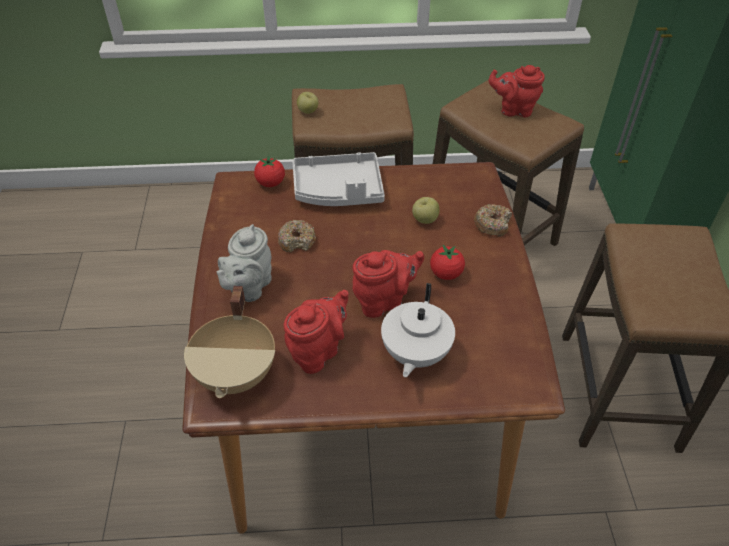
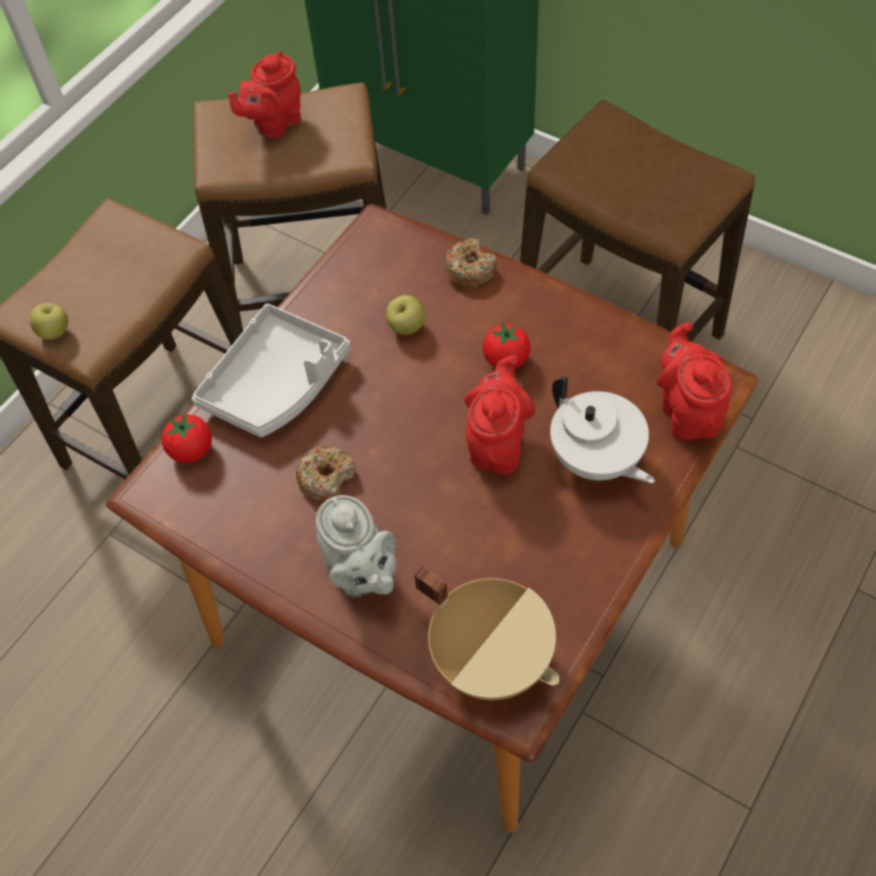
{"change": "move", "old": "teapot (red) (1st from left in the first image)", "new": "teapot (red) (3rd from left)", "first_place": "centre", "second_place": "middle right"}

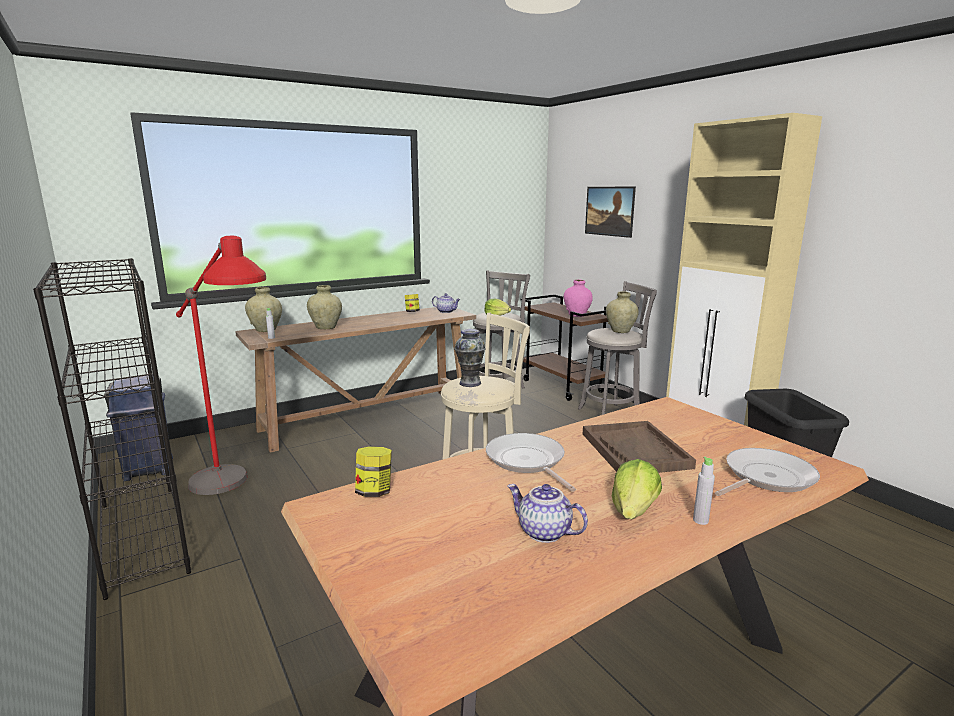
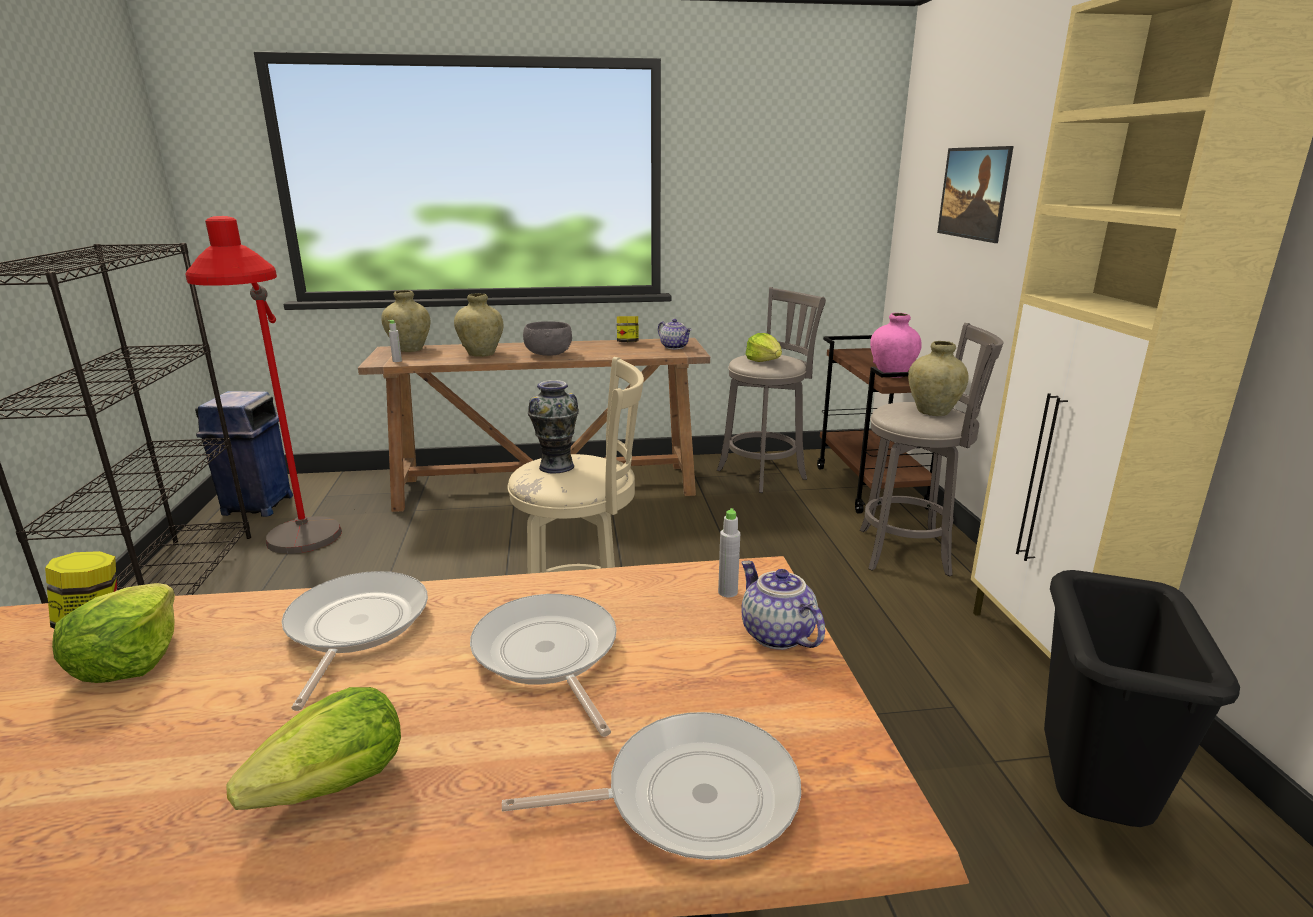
{"change": "move", "old": "teapot (2nd from left)", "first_place": "bottom centre", "second_place": "centre"}
{"change": "replace", "old": "tray (brown)", "new": "frying pan (2nd from left)", "first_place": "middle right", "second_place": "bottom centre"}
{"change": "move", "old": "bottle (grey) (2nd from left)", "first_place": "bottom right", "second_place": "centre"}
{"change": "insert", "new": "lettuce (1st from left)", "second_place": "bottom left"}
{"change": "insert", "new": "bowl (grey)", "second_place": "centre"}

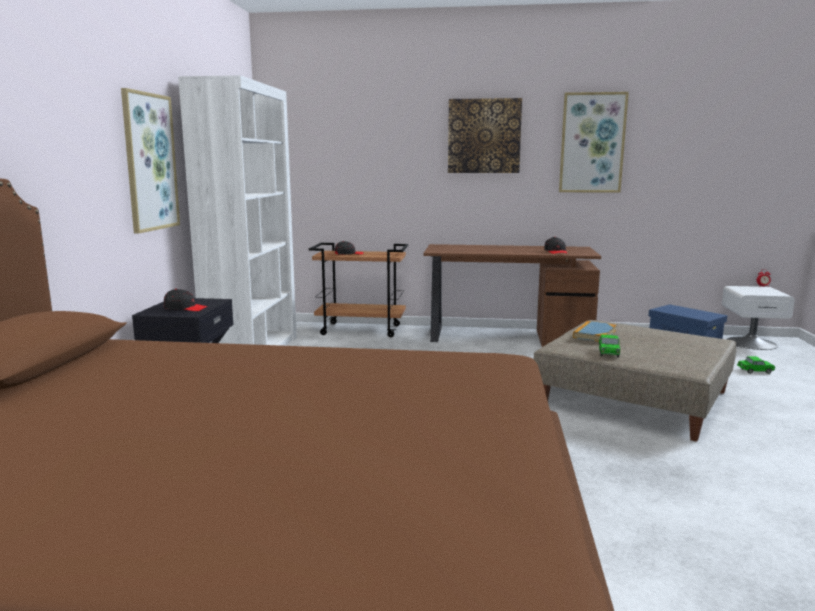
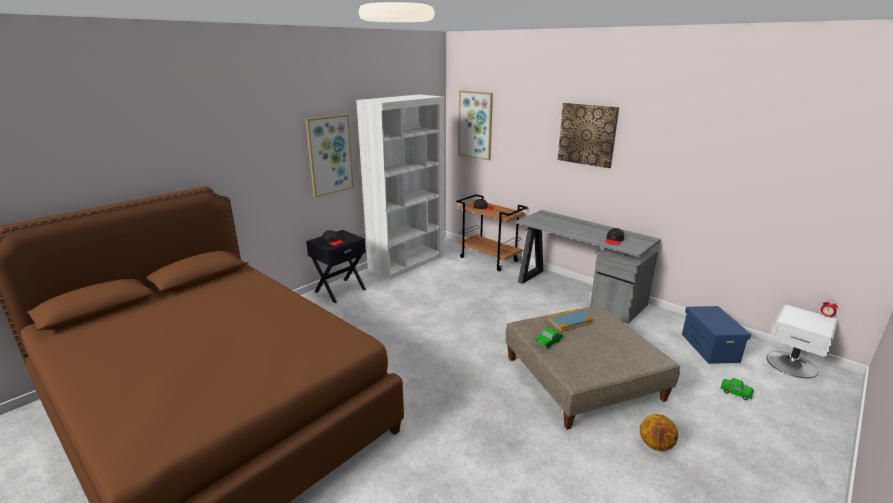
{"change": "recolor", "old": "desk (brown)", "new": "desk (grey)", "first_place": "centre", "second_place": "centre"}
{"change": "move", "old": "picture (3rd from left in the first image)", "new": "picture (2nd from left)", "first_place": "top right", "second_place": "top centre"}
{"change": "insert", "new": "basketball", "second_place": "bottom right"}

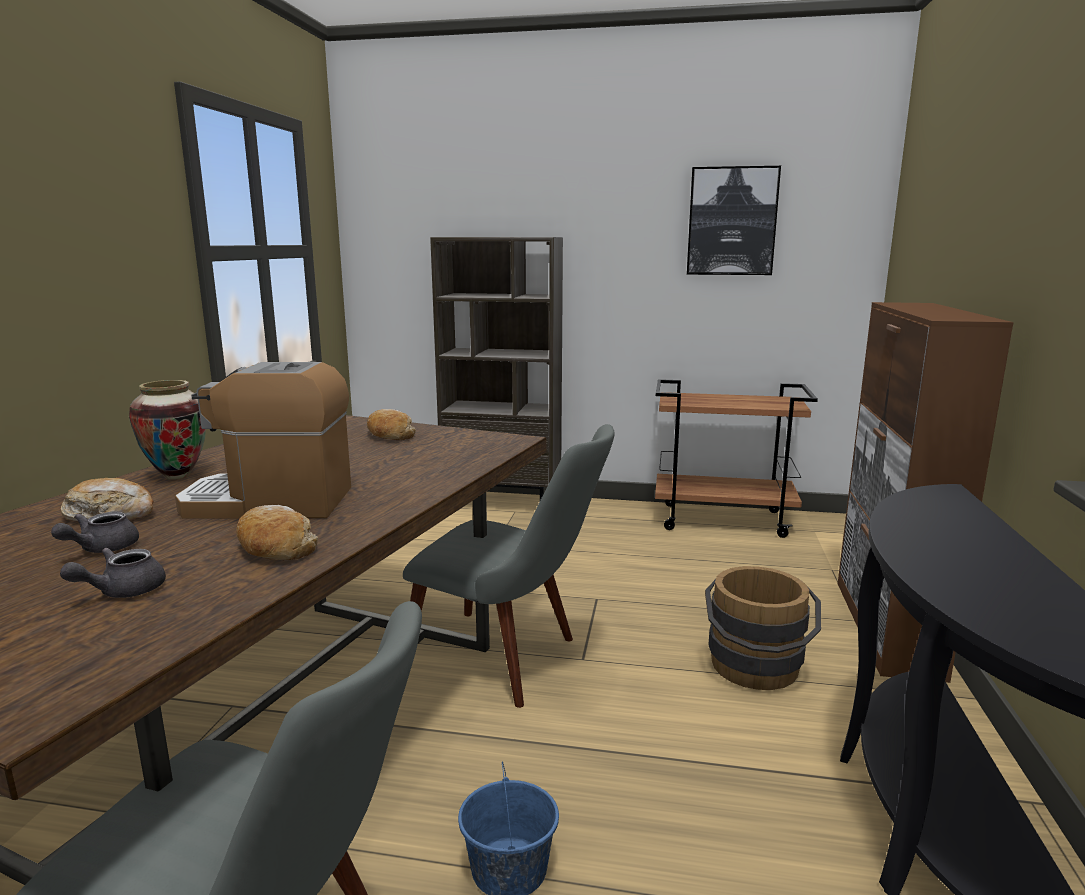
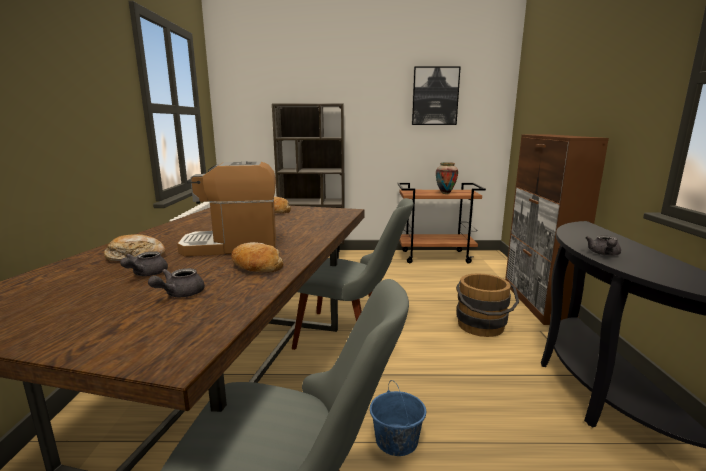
{"change": "move", "old": "vase", "first_place": "middle left", "second_place": "centre"}
{"change": "insert", "new": "teapot (grey) (3rd from left)", "second_place": "middle right"}

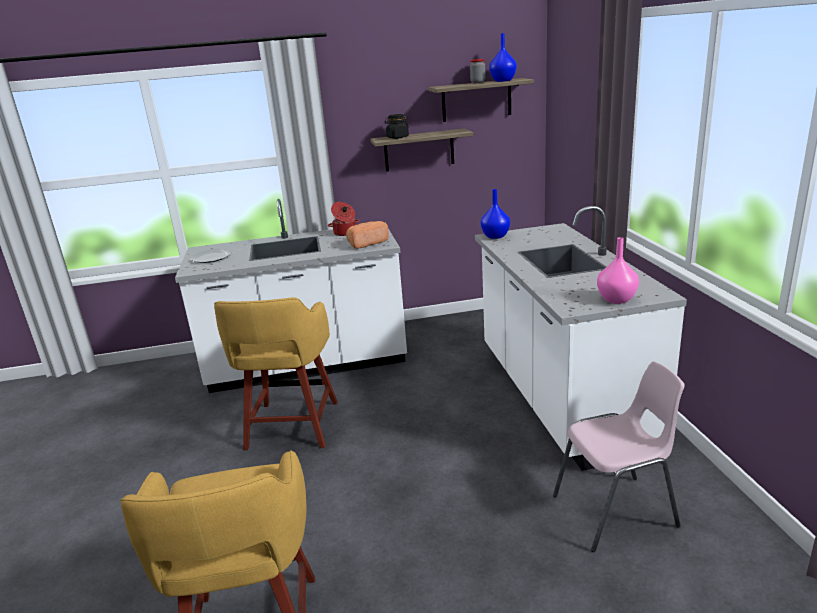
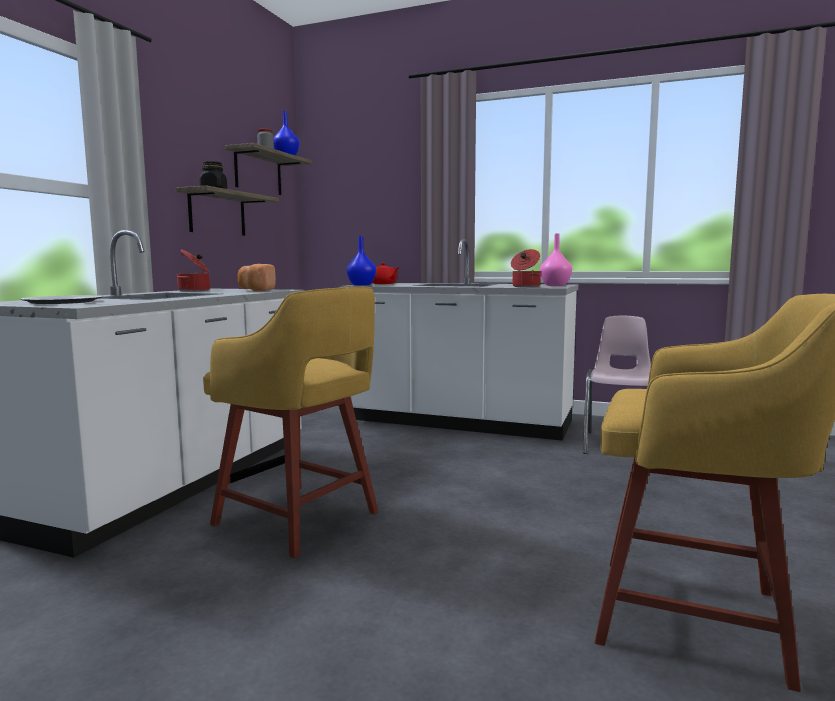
{"change": "insert", "new": "teapot (red)", "second_place": "centre"}
{"change": "insert", "new": "cooking pot (2nd from left)", "second_place": "centre"}

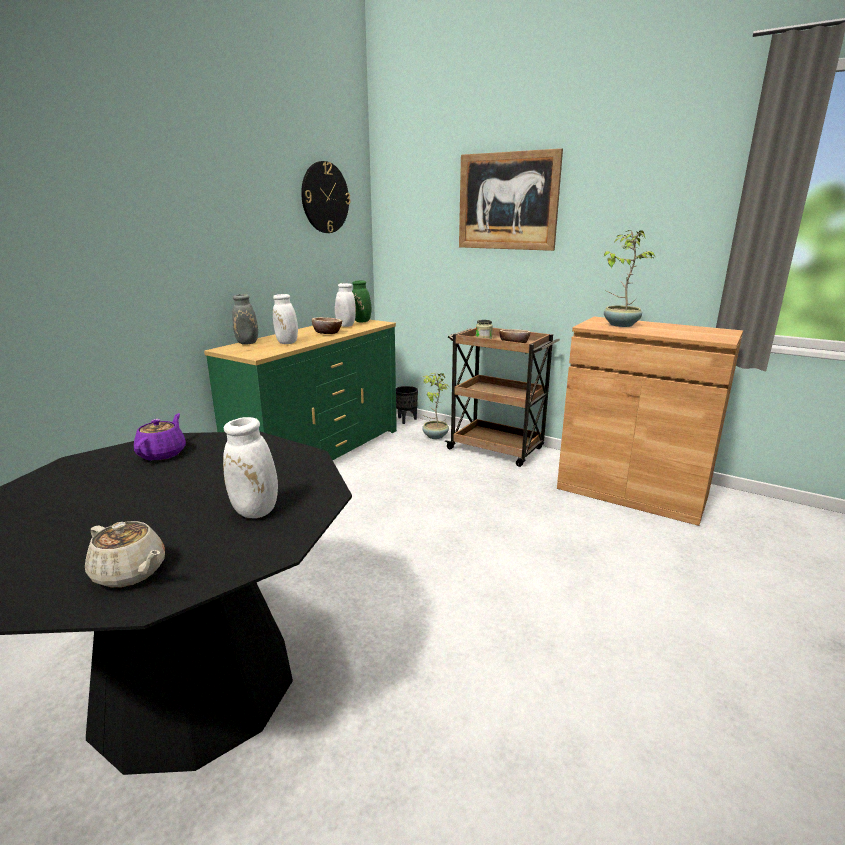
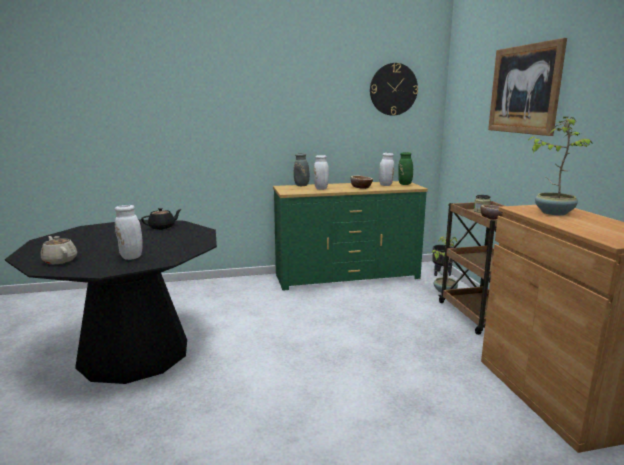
{"change": "rotate", "old": "teapot (beige)", "first_place": "middle left", "second_place": "middle left", "degrees": 150}
{"change": "recolor", "old": "teapot (purple)", "new": "teapot (black)", "first_place": "middle left", "second_place": "middle left"}

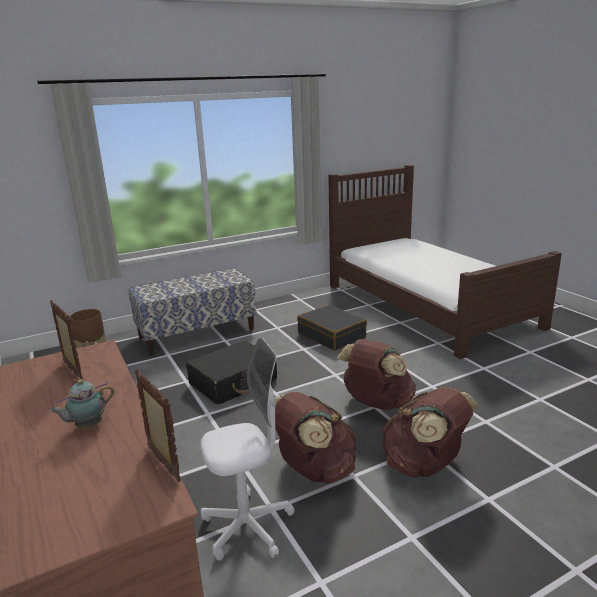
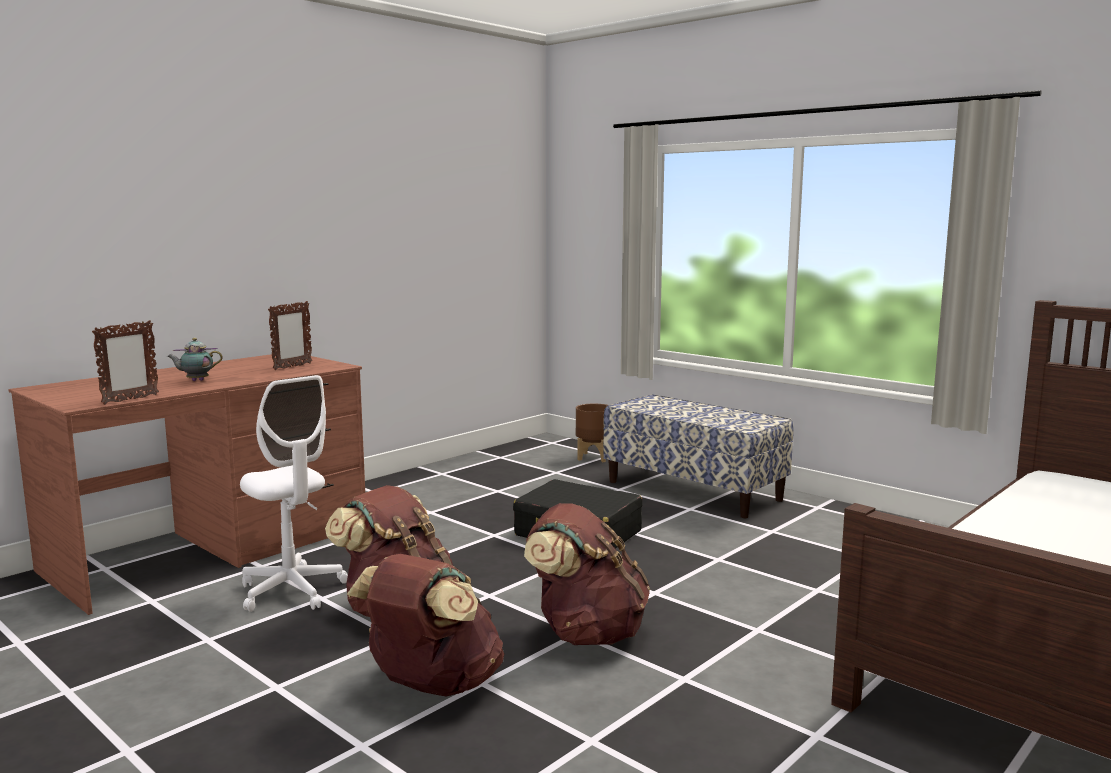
{"change": "rotate", "old": "teapot", "first_place": "bottom left", "second_place": "middle left", "degrees": -45}
{"change": "delete", "old": "suitcase (black) (2nd from left)", "first_place": "centre"}

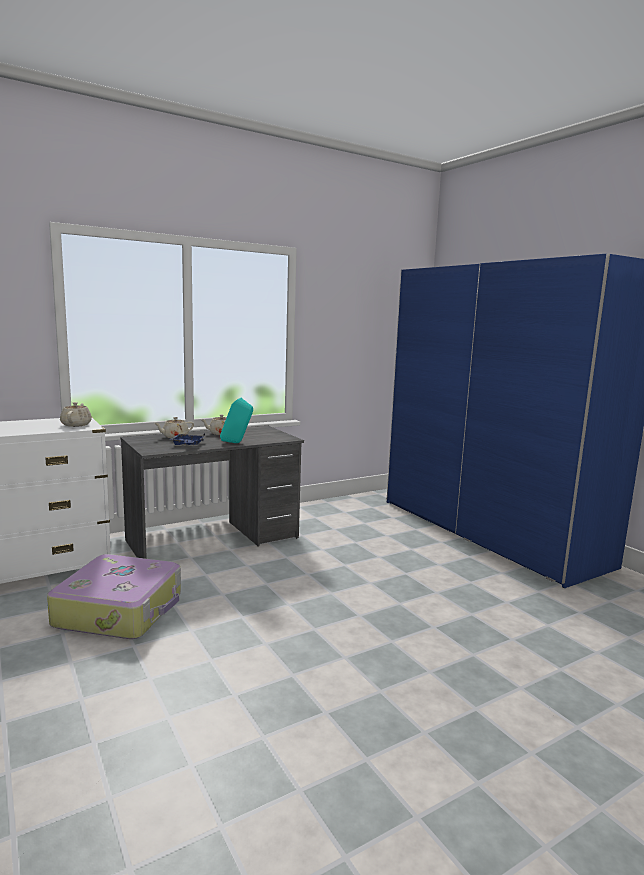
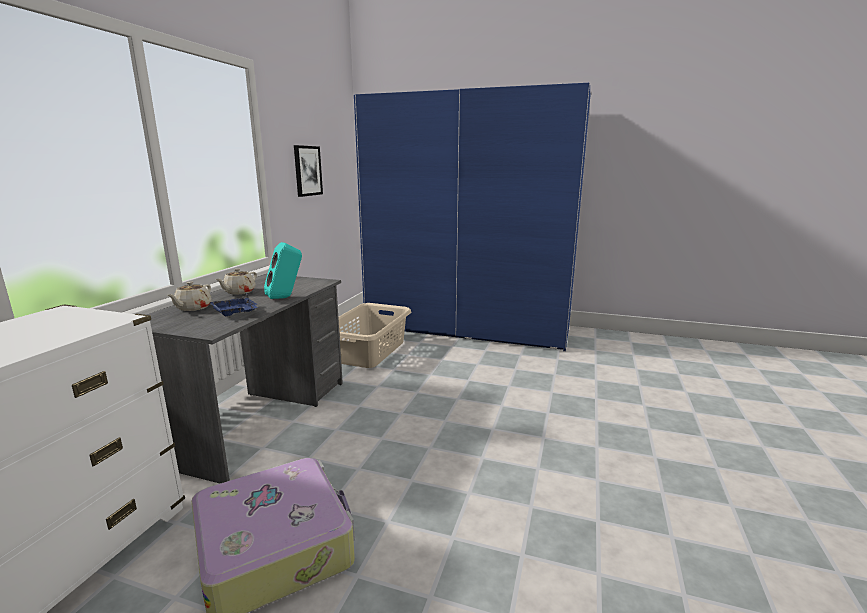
{"change": "delete", "old": "teapot (beige) (1st from left)", "first_place": "middle left"}
{"change": "insert", "new": "picture", "second_place": "top centre"}
{"change": "insert", "new": "laundry basket (beige)", "second_place": "centre"}

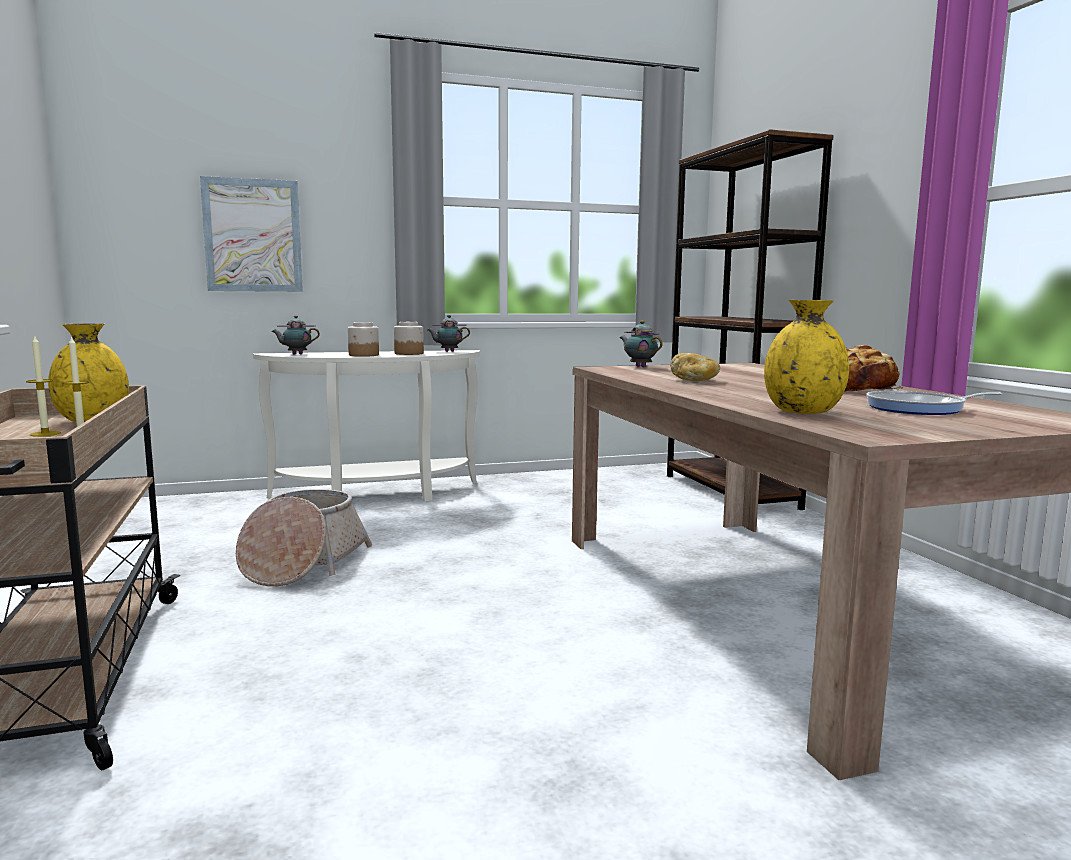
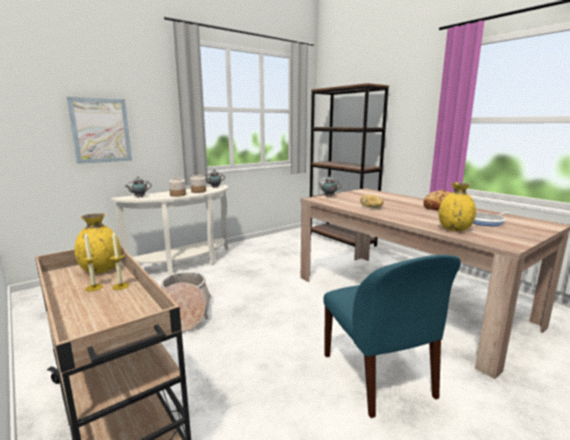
{"change": "insert", "new": "chair (blue)", "second_place": "bottom right"}

